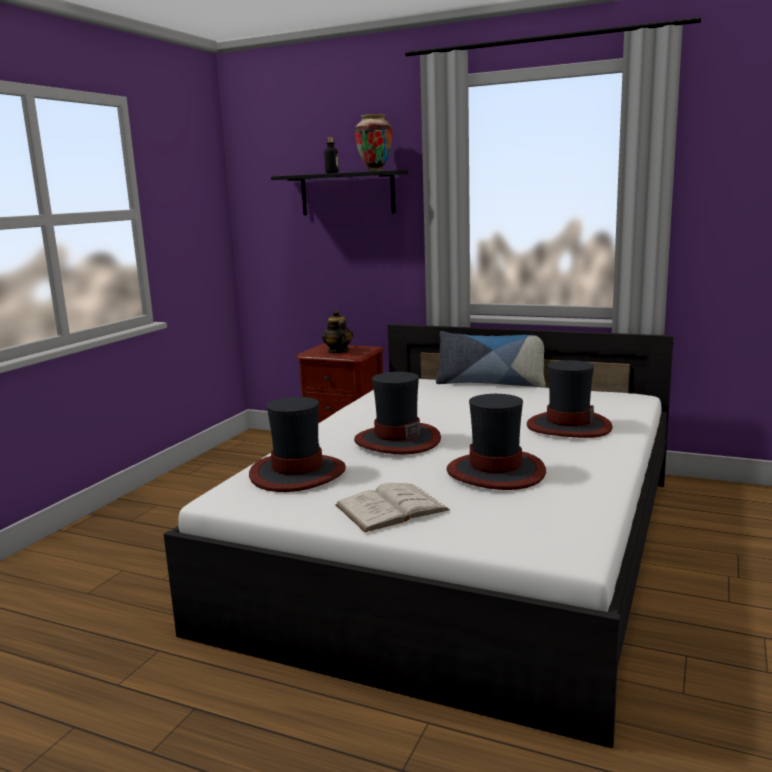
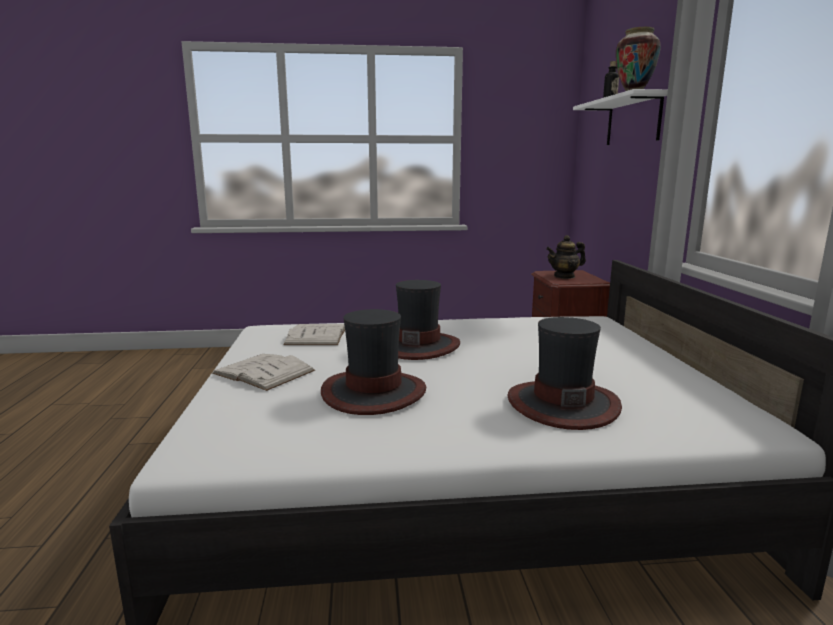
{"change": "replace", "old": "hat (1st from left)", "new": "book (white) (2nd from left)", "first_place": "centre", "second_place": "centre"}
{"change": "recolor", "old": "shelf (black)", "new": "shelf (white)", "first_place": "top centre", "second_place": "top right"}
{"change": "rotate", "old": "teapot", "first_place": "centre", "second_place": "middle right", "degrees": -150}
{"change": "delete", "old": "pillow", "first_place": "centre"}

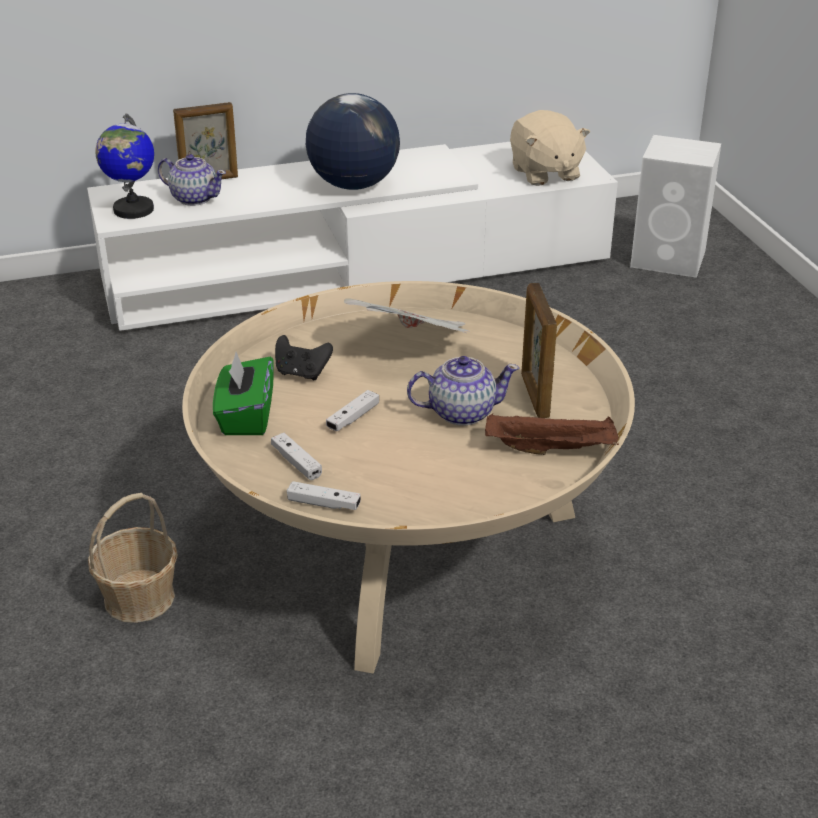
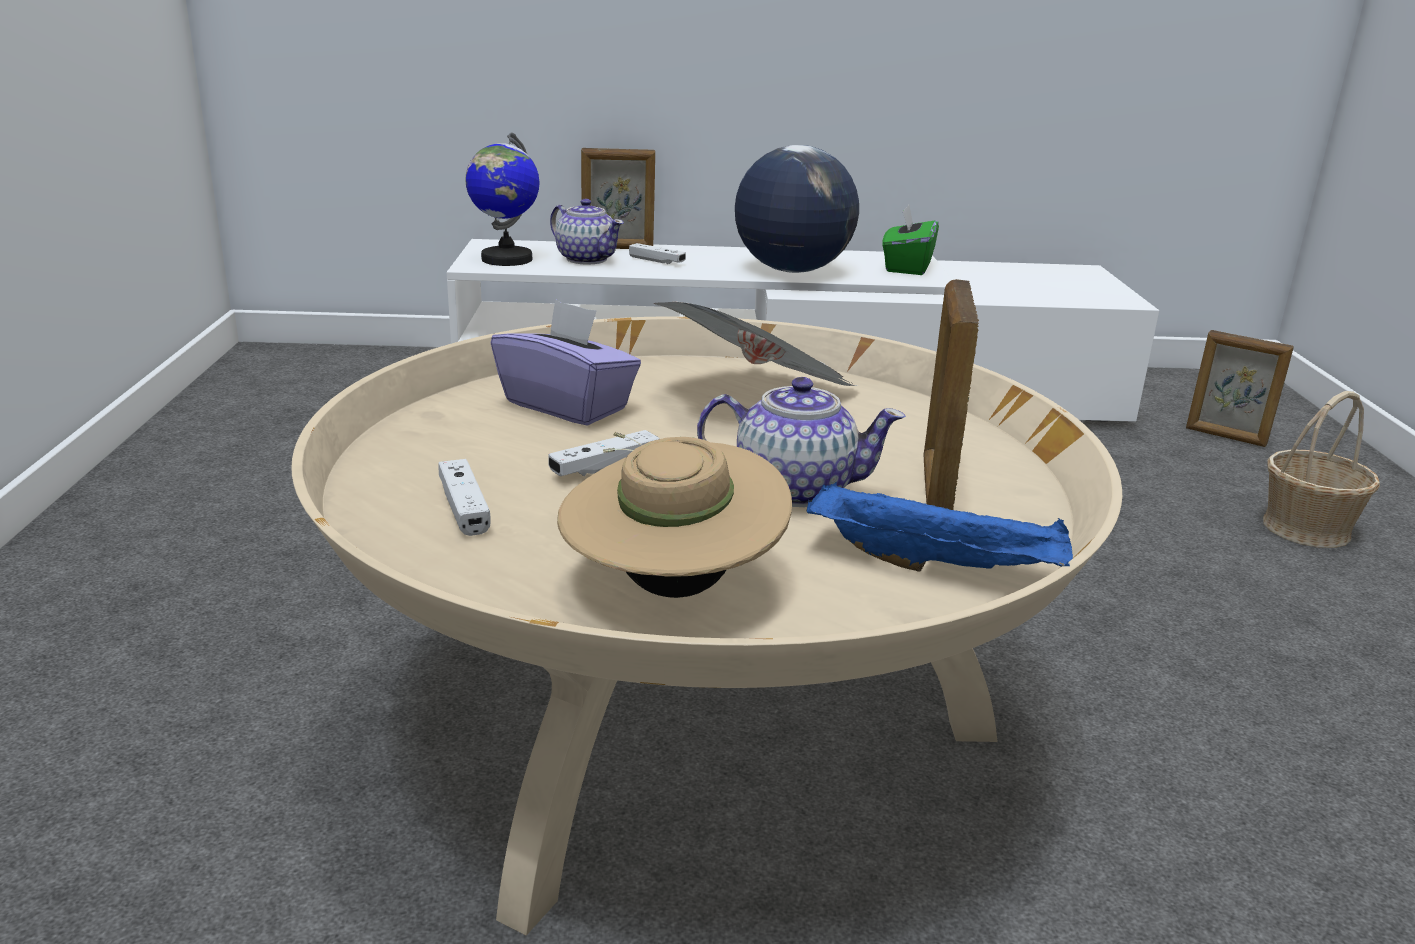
{"change": "move", "old": "basket", "first_place": "bottom left", "second_place": "middle right"}
{"change": "move", "old": "tissue box (green)", "first_place": "middle left", "second_place": "top centre"}
{"change": "replace", "old": "game controller (black)", "new": "tissue box (purple)", "first_place": "centre", "second_place": "centre"}
{"change": "move", "old": "game controller (white) (2nd from left in the first image)", "new": "game controller (white) (3rd from left)", "first_place": "centre", "second_place": "top centre"}
{"change": "recolor", "old": "tray (brown)", "new": "tray (blue)", "first_place": "middle right", "second_place": "centre"}
{"change": "delete", "old": "plush toy (beige)", "first_place": "top right"}
{"change": "replace", "old": "speaker (white)", "new": "picture frame (3rd from left)", "first_place": "top right", "second_place": "middle right"}
{"change": "insert", "new": "hat (beige)", "second_place": "centre"}

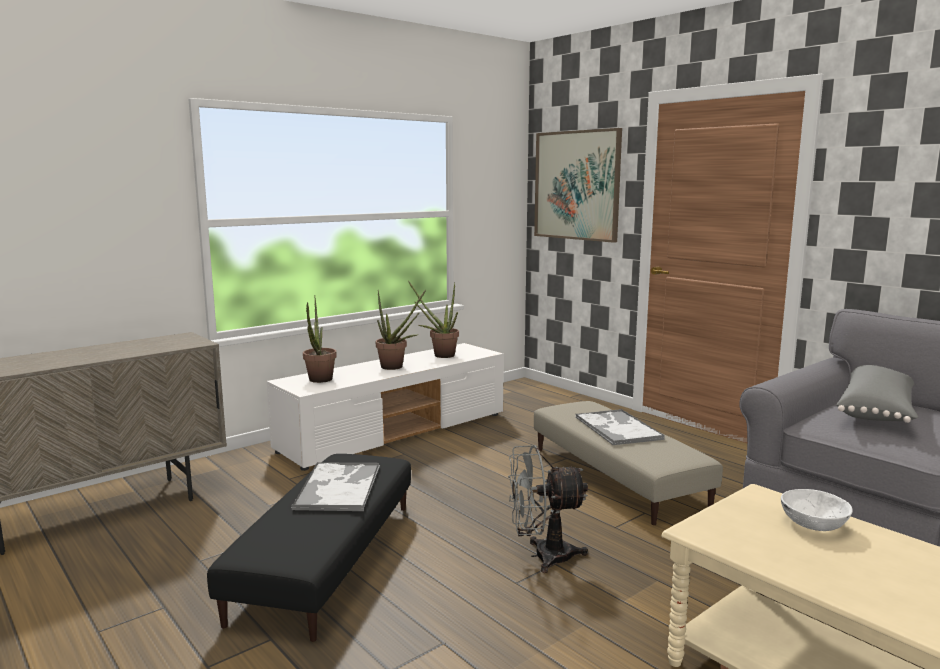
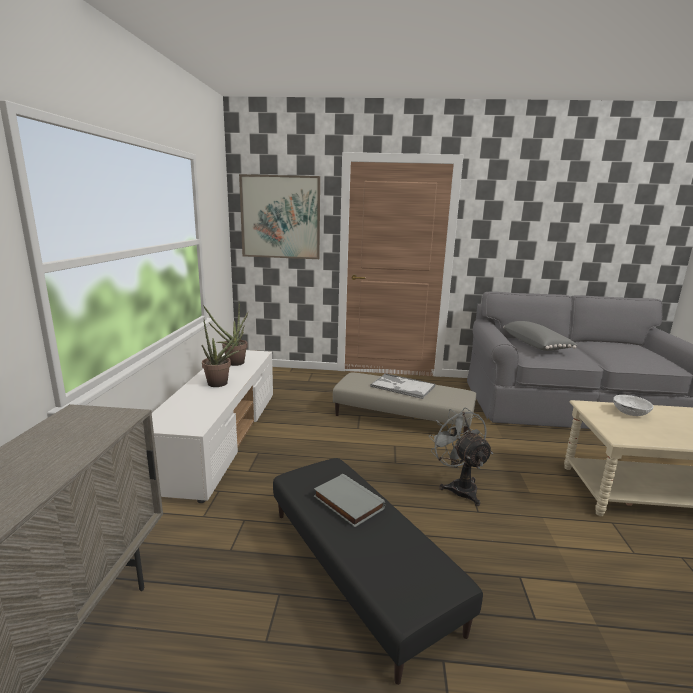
{"change": "replace", "old": "tray (1st from left)", "new": "book (grey)", "first_place": "bottom centre", "second_place": "bottom centre"}
{"change": "delete", "old": "potted plant (1st from left)", "first_place": "centre"}
{"change": "rotate", "old": "fan (grey)", "first_place": "bottom centre", "second_place": "centre", "degrees": 120}

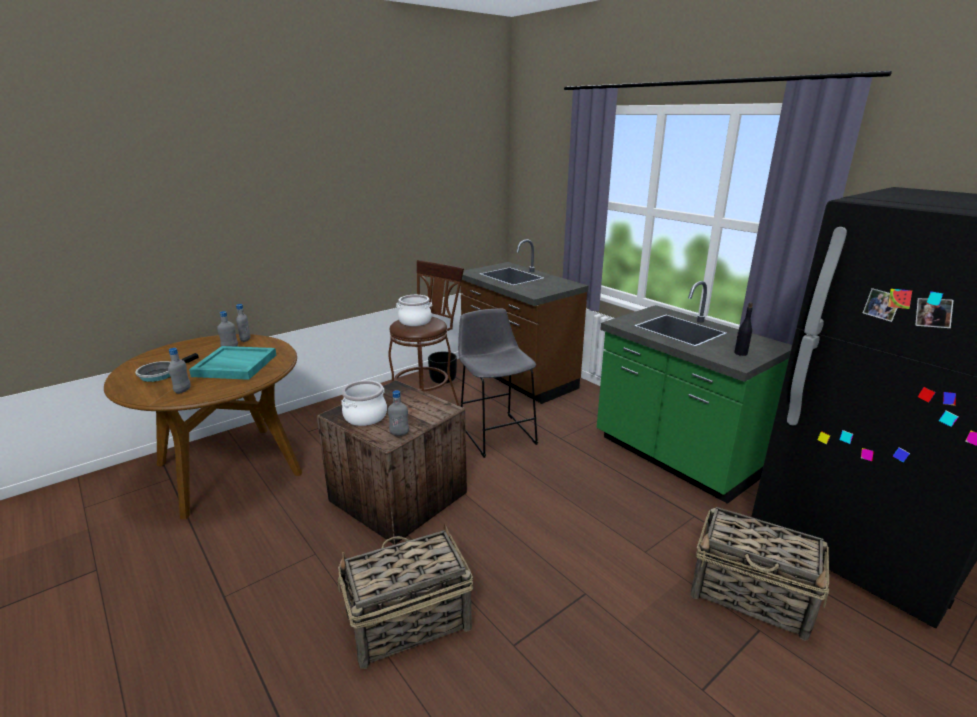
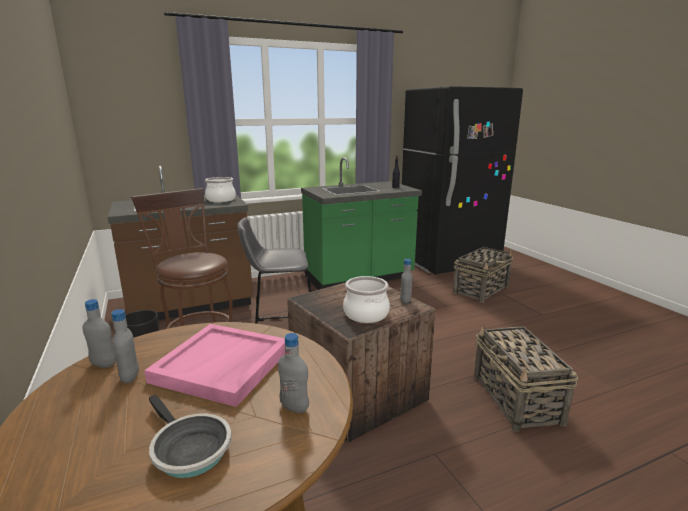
{"change": "recolor", "old": "tray (turquoise)", "new": "tray (pink)", "first_place": "middle left", "second_place": "bottom left"}
{"change": "move", "old": "cooking pot (2nd from left in the first image)", "new": "cooking pot (1st from left)", "first_place": "centre", "second_place": "middle left"}

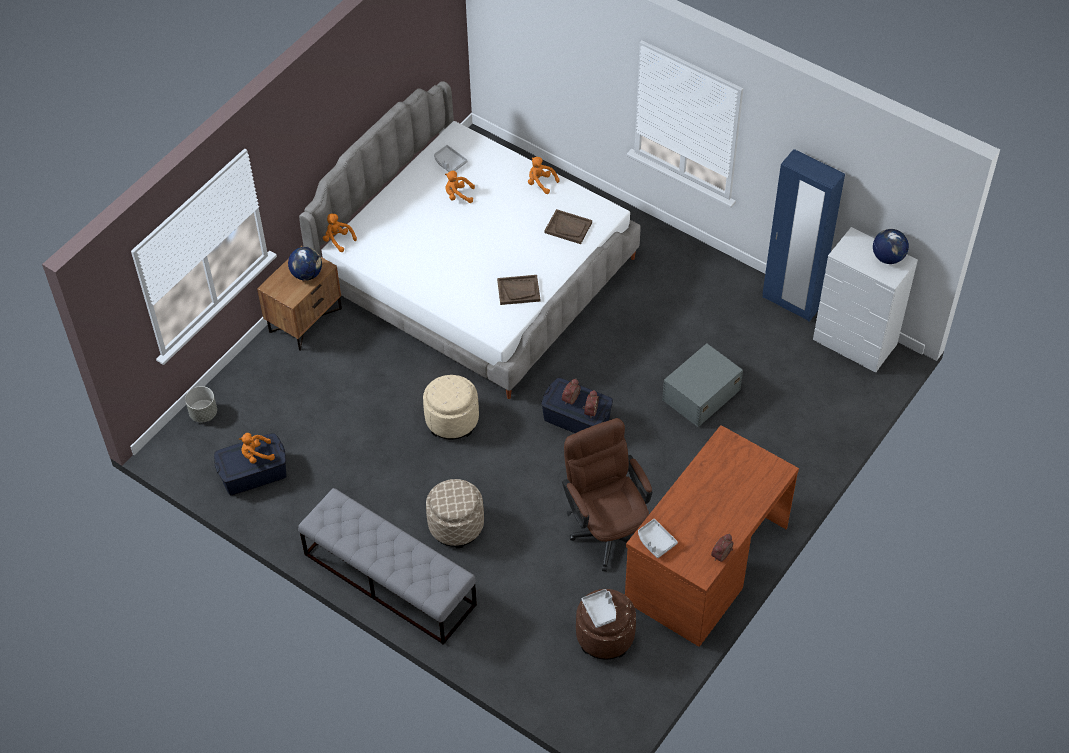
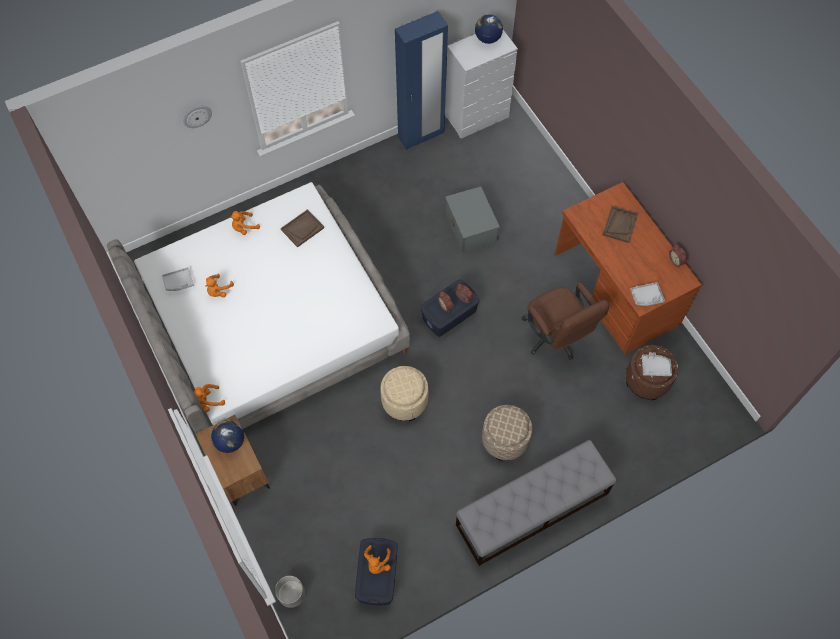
{"change": "move", "old": "tray (brown) (1st from left in the first image)", "new": "tray (brown) (2nd from left)", "first_place": "centre", "second_place": "middle right"}
{"change": "rotate", "old": "office chair (brown)", "first_place": "centre", "second_place": "middle right", "degrees": -120}
{"change": "insert", "new": "wall clock", "second_place": "top left"}

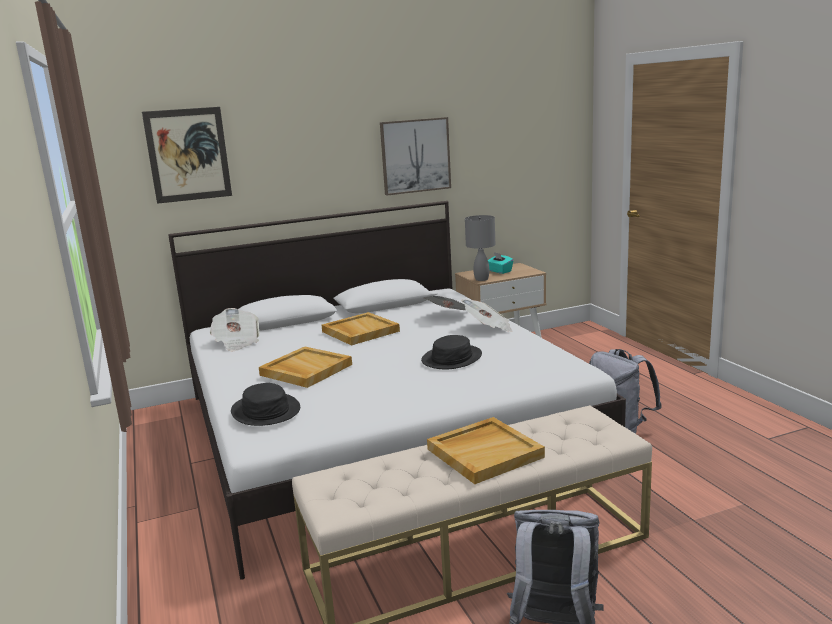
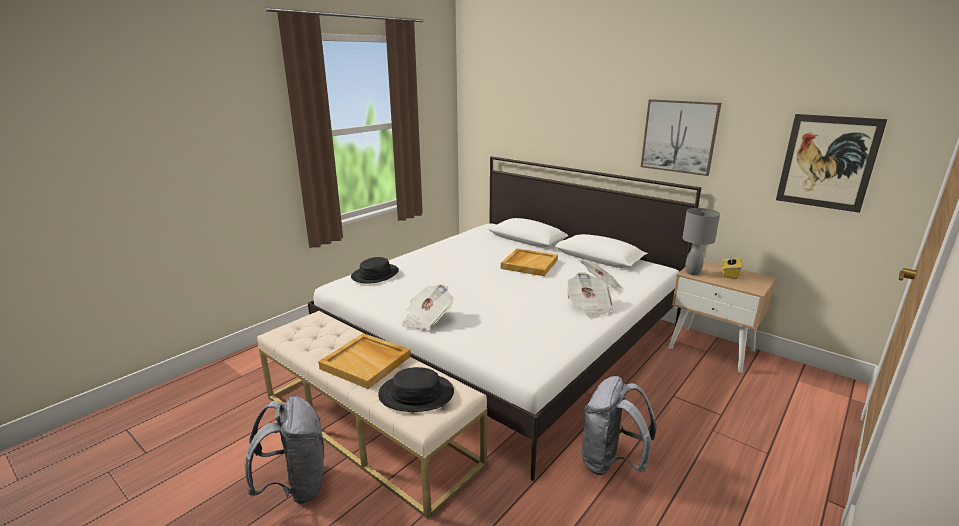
{"change": "move", "old": "picture (1st from left in the first image)", "new": "picture (2nd from left)", "first_place": "top left", "second_place": "top right"}
{"change": "move", "old": "newspaper (1st from left)", "first_place": "middle left", "second_place": "centre"}
{"change": "delete", "old": "tray (beige) (1st from left)", "first_place": "centre"}
{"change": "move", "old": "hat (black) (2nd from left)", "first_place": "centre", "second_place": "bottom centre"}
{"change": "recolor", "old": "tissue box (turquoise)", "new": "tissue box (yellow)", "first_place": "centre", "second_place": "middle right"}

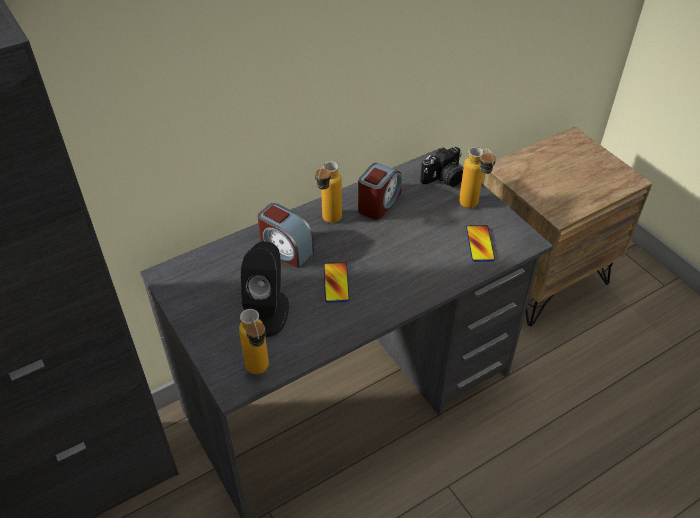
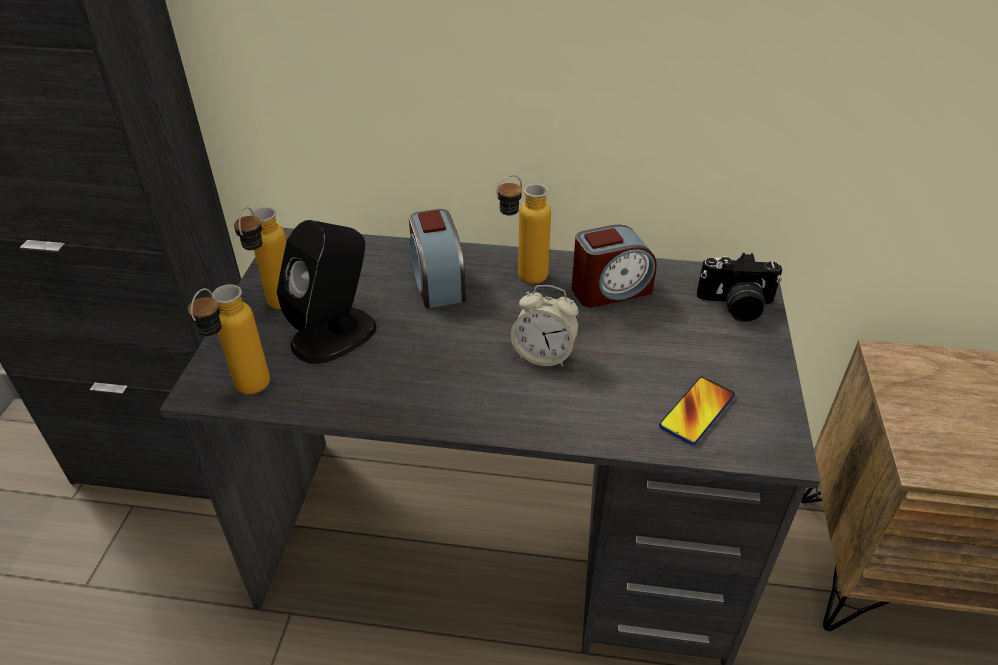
{"change": "delete", "old": "phone (1st from left)", "first_place": "centre"}
{"change": "move", "old": "bottle (3rd from left in the first image)", "new": "bottle (2nd from left)", "first_place": "middle right", "second_place": "middle left"}
{"change": "insert", "new": "alarm clock (2nd from left)", "second_place": "centre"}

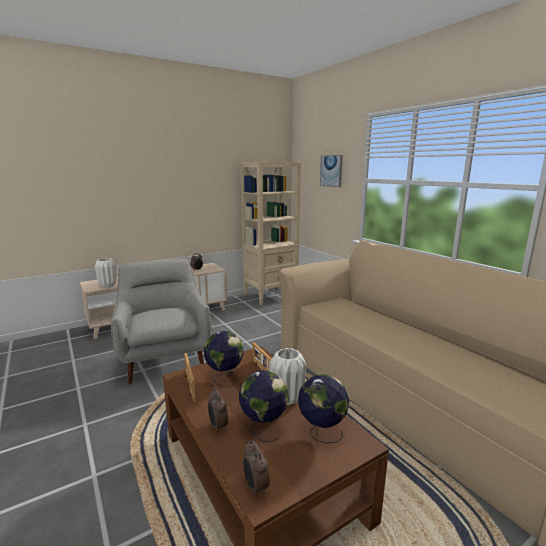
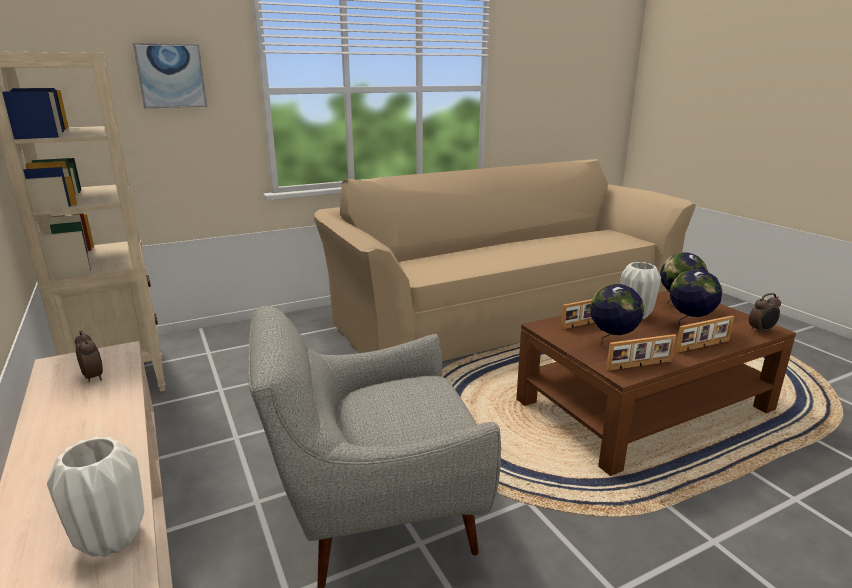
{"change": "replace", "old": "alarm clock (2nd from left)", "new": "picture frame (3rd from left)", "first_place": "bottom centre", "second_place": "middle right"}

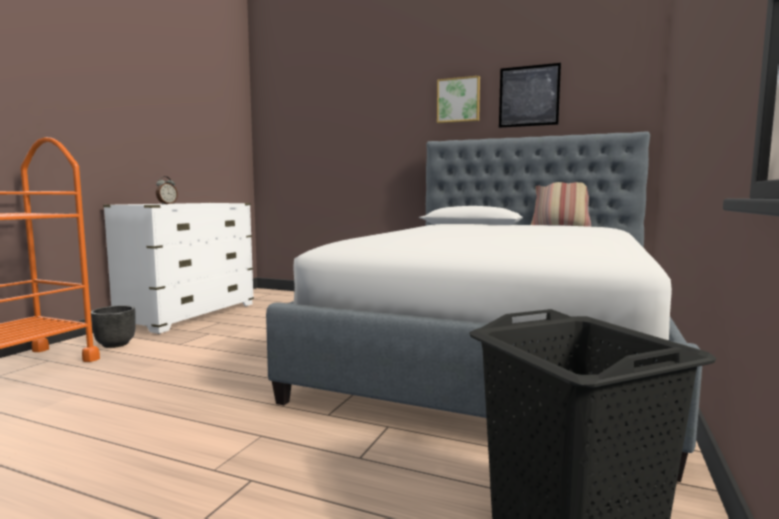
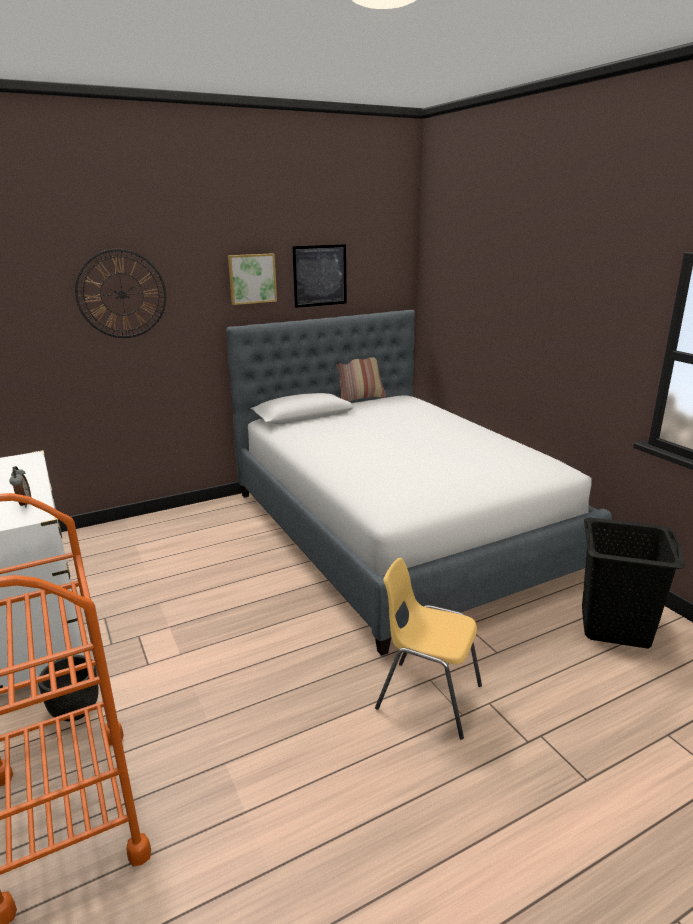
{"change": "insert", "new": "wall clock", "second_place": "top left"}
{"change": "insert", "new": "chair (yellow)", "second_place": "bottom centre"}

